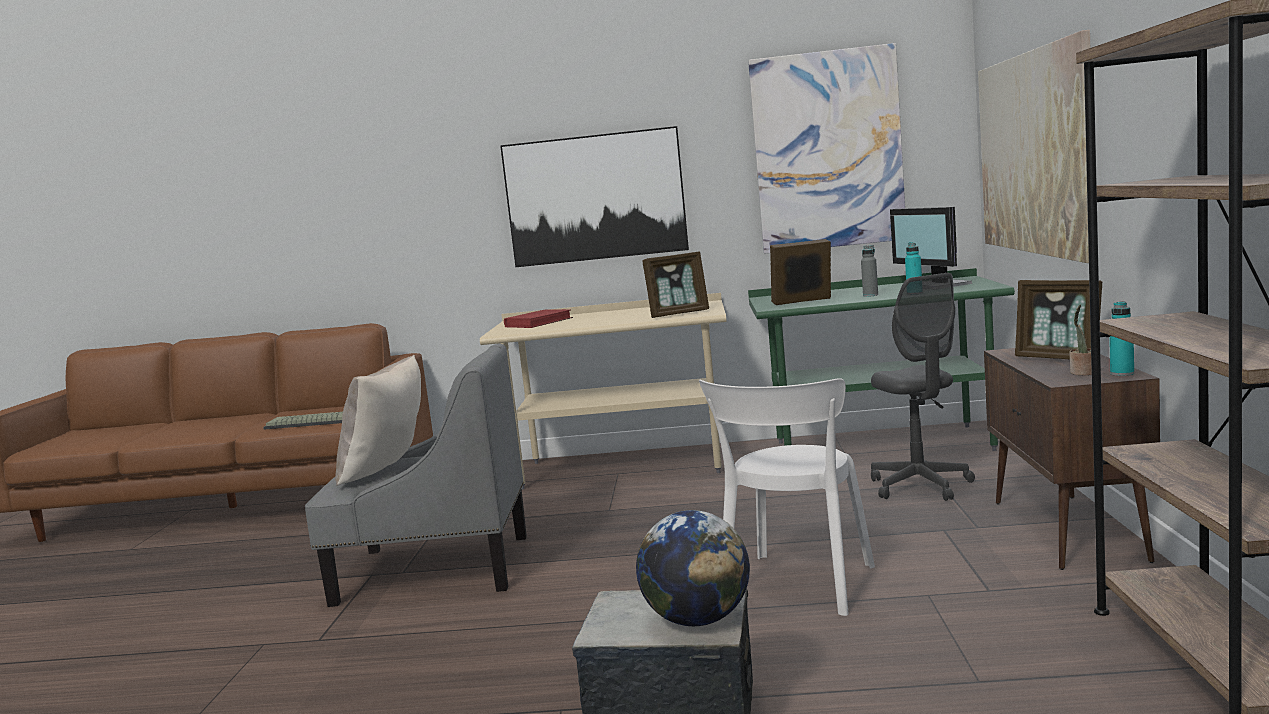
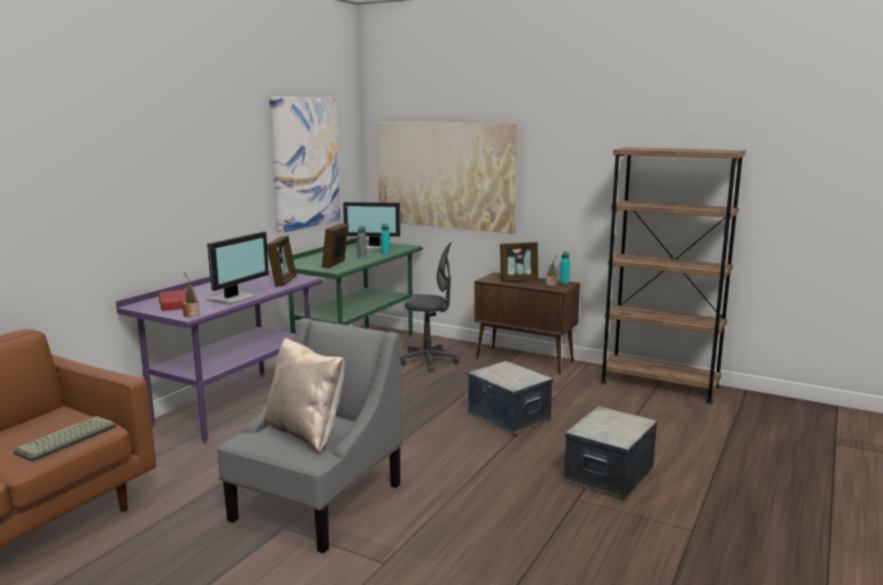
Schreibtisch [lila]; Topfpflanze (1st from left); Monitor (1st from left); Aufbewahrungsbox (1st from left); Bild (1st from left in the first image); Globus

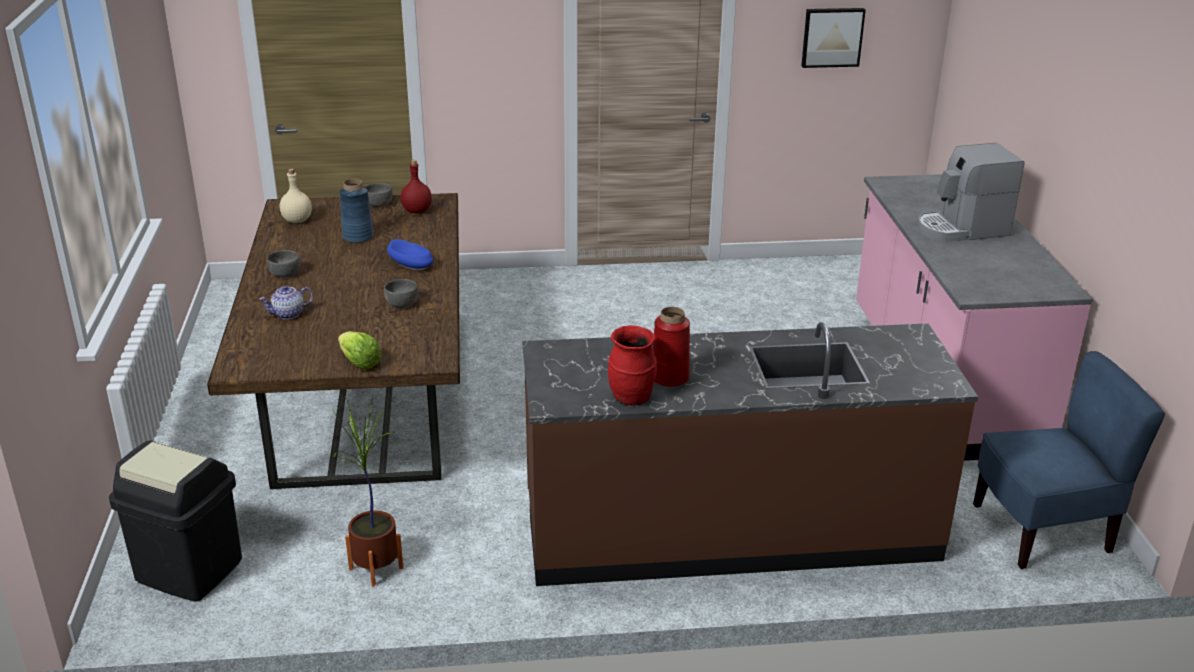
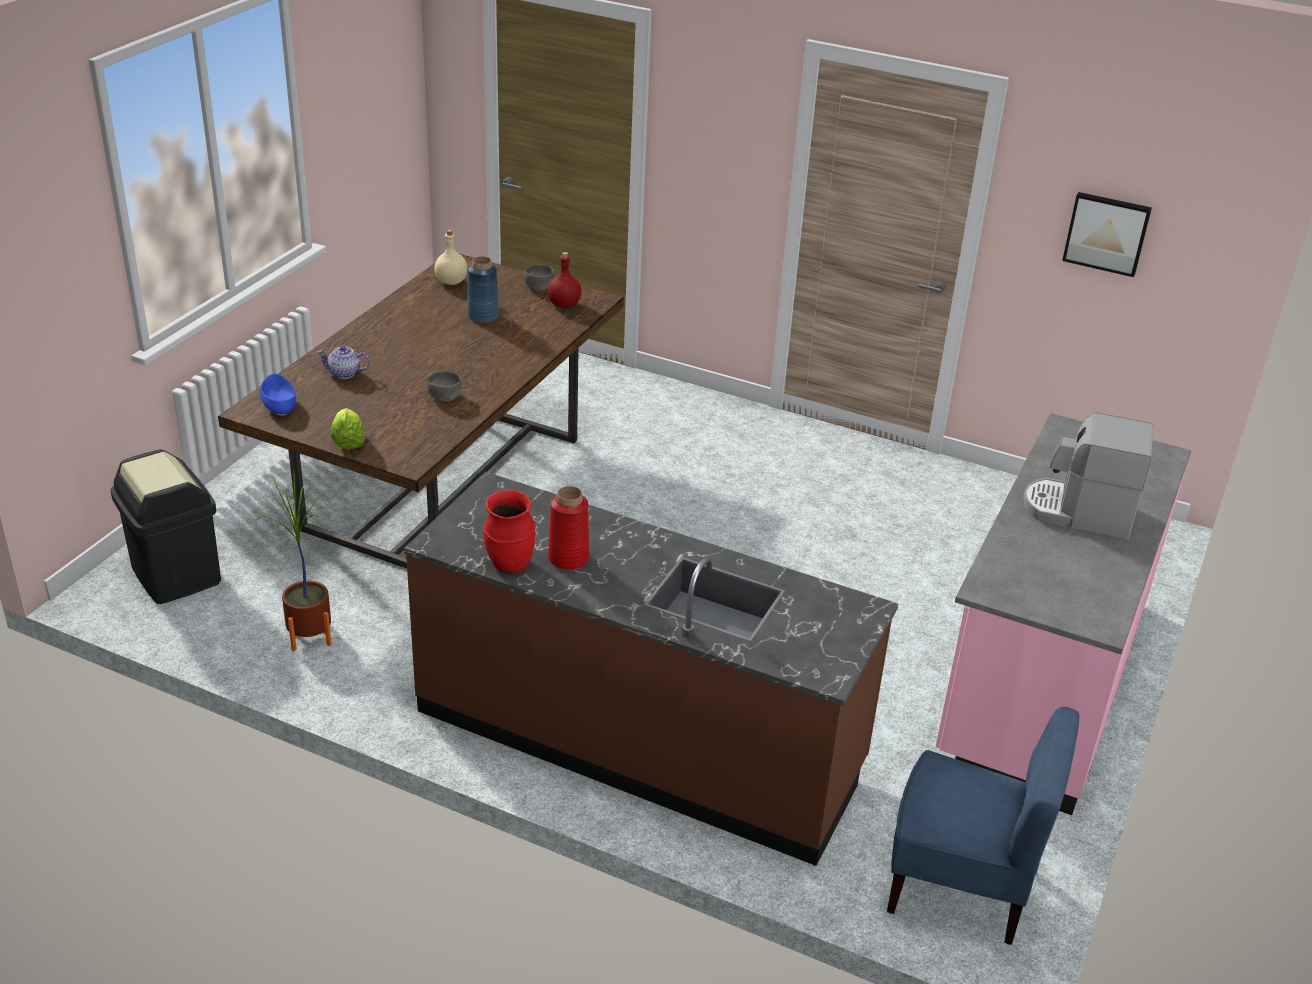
Schüssel [blau]; Schüssel [grau] (1st from left in the first image)

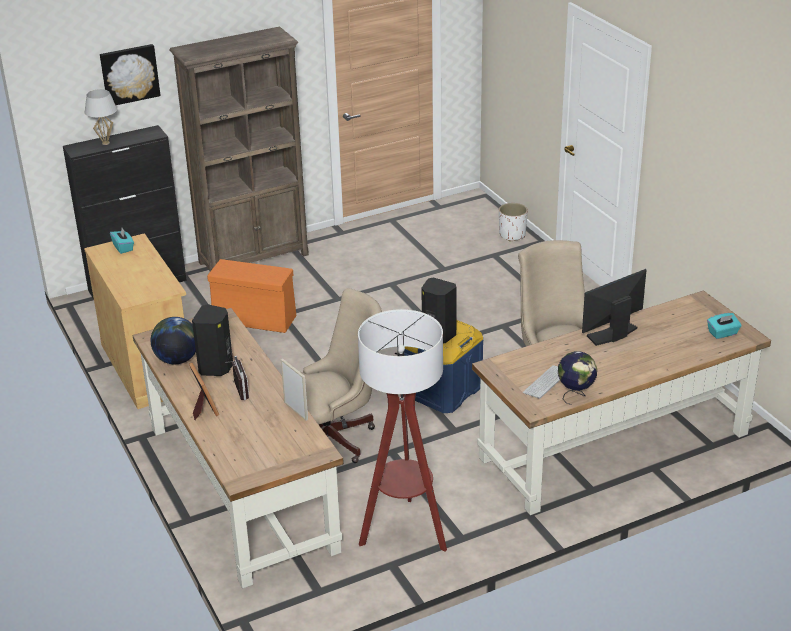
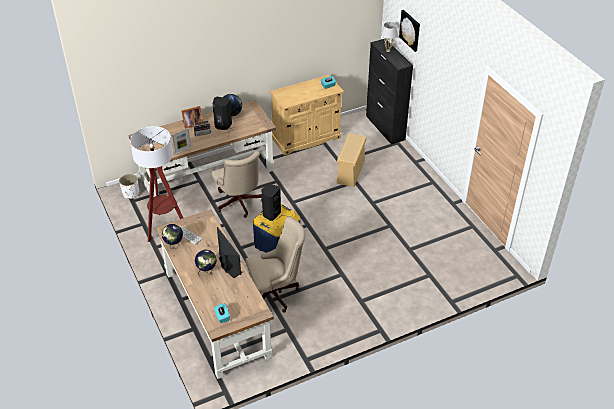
Pflanzkübel [weiß]; Globus (2nd from left); Aufbewahrungsbox [beige]; Bücherregal [braun]

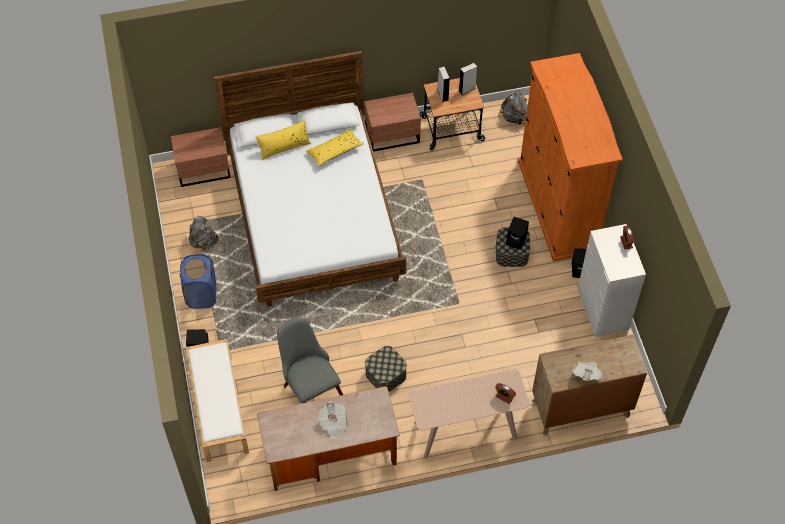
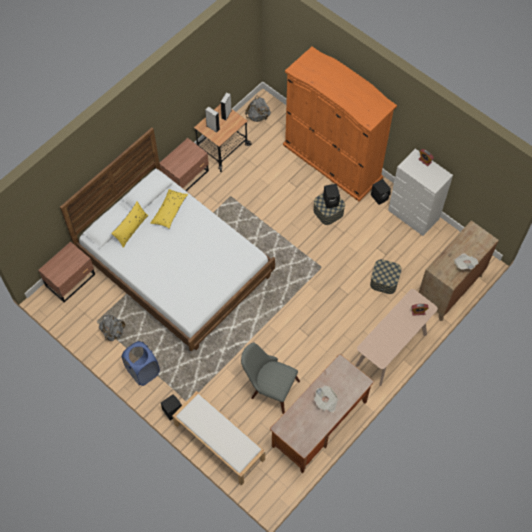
Aufbewahrungsbox (2nd from left)

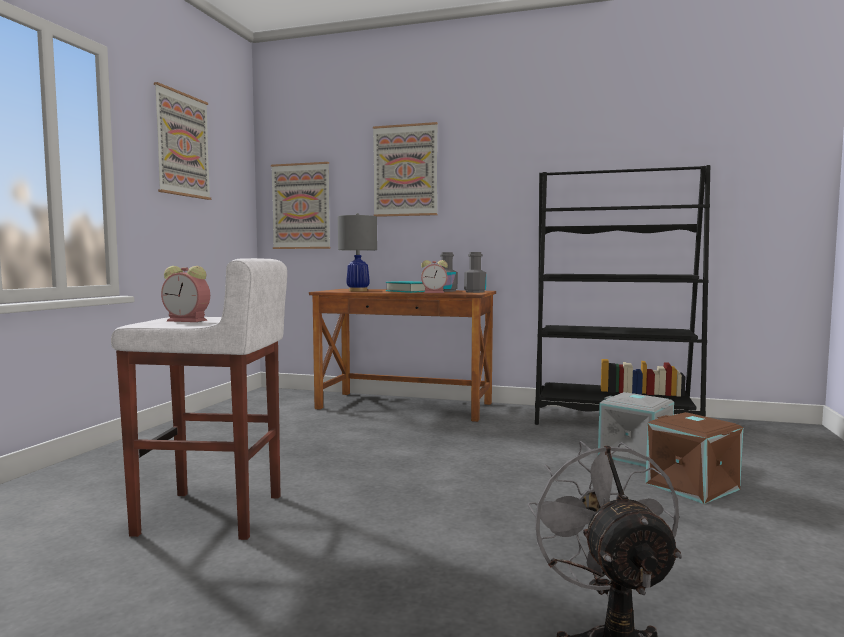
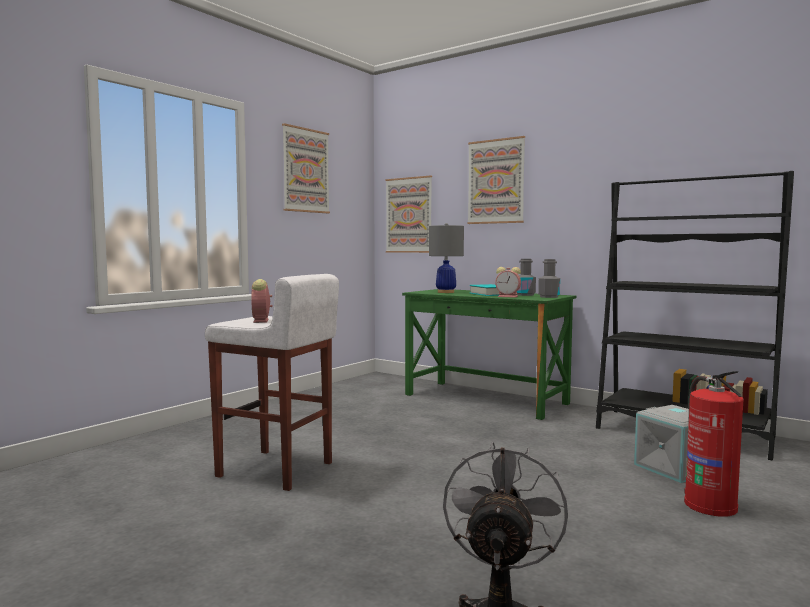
Wecker (1st from left); Schreibtisch [grün]; Feuerlöscher

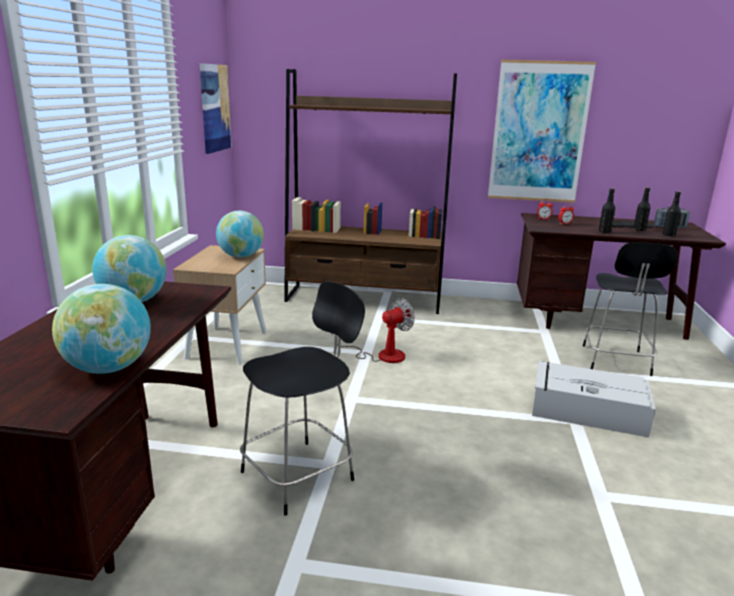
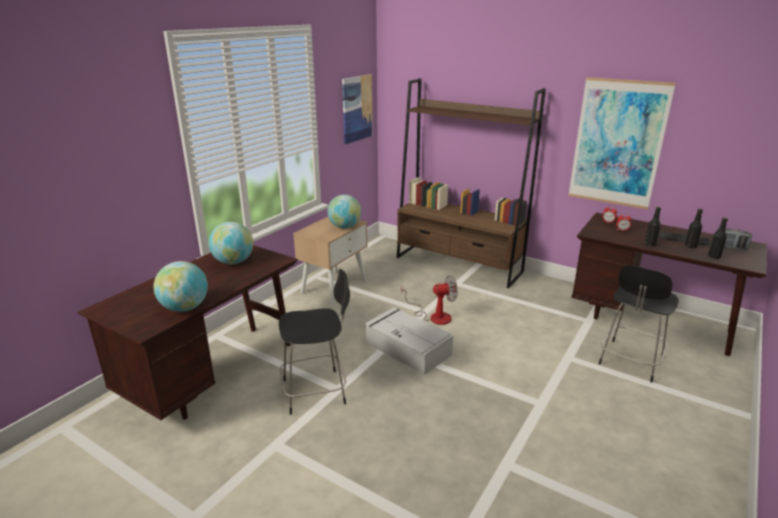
Aufbewahrungsbox [grau]

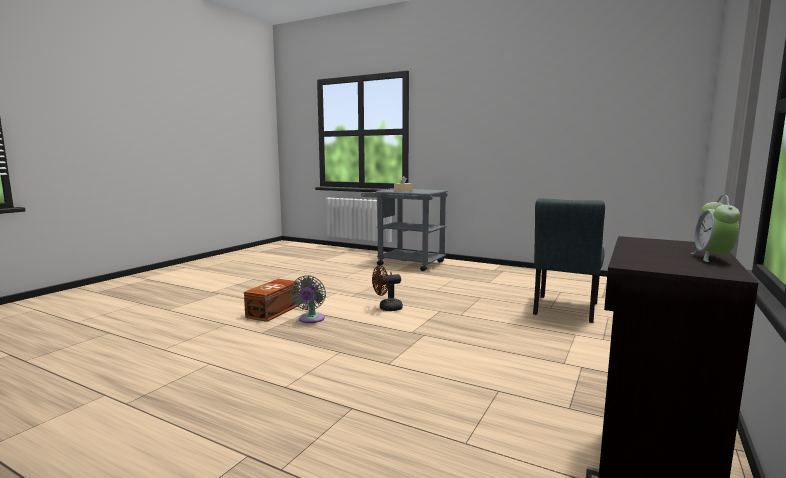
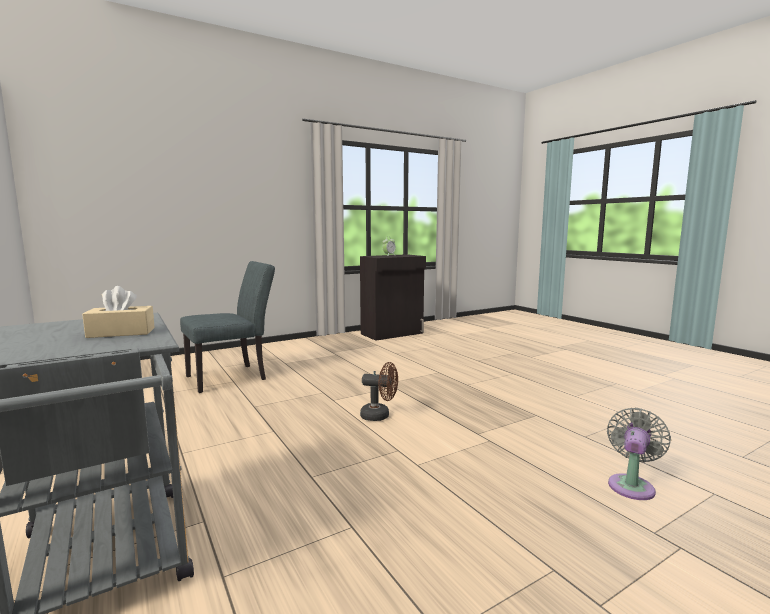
Ventilator [grau]; Aufbewahrungsbox [braun]

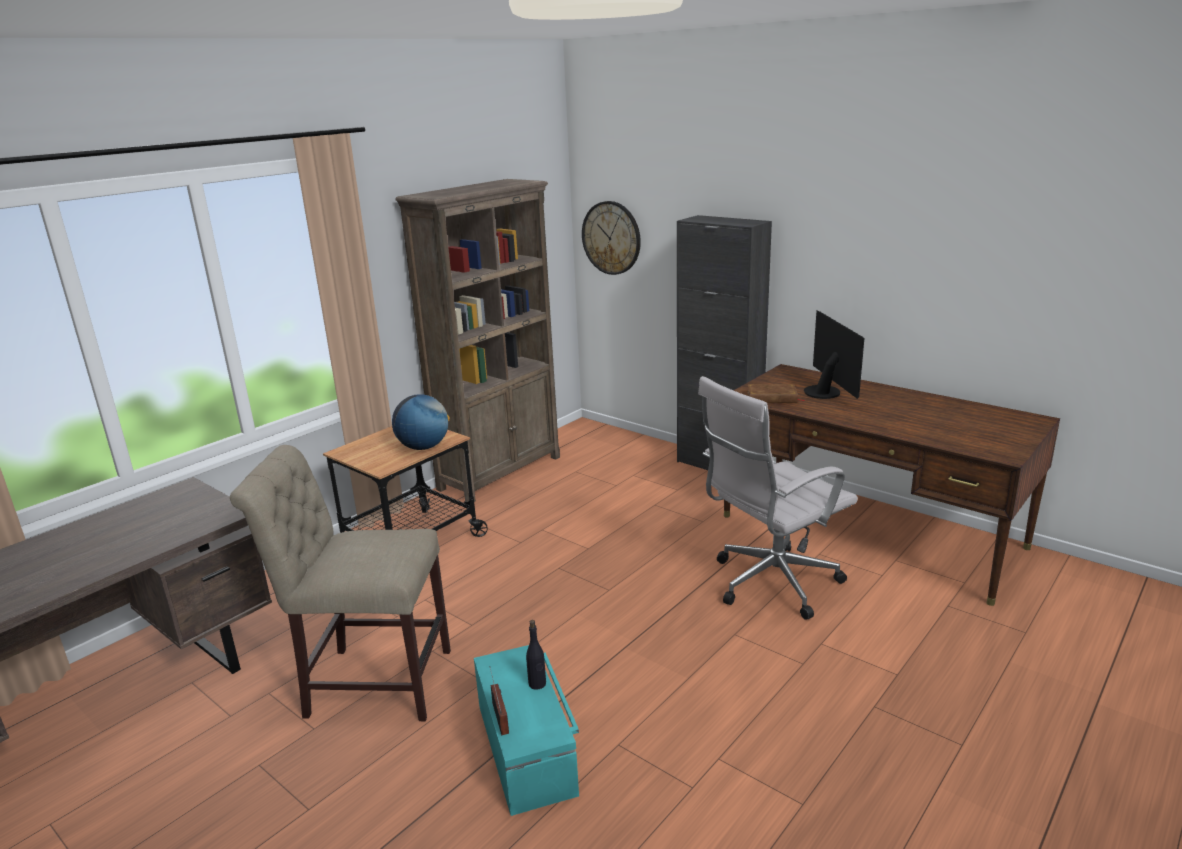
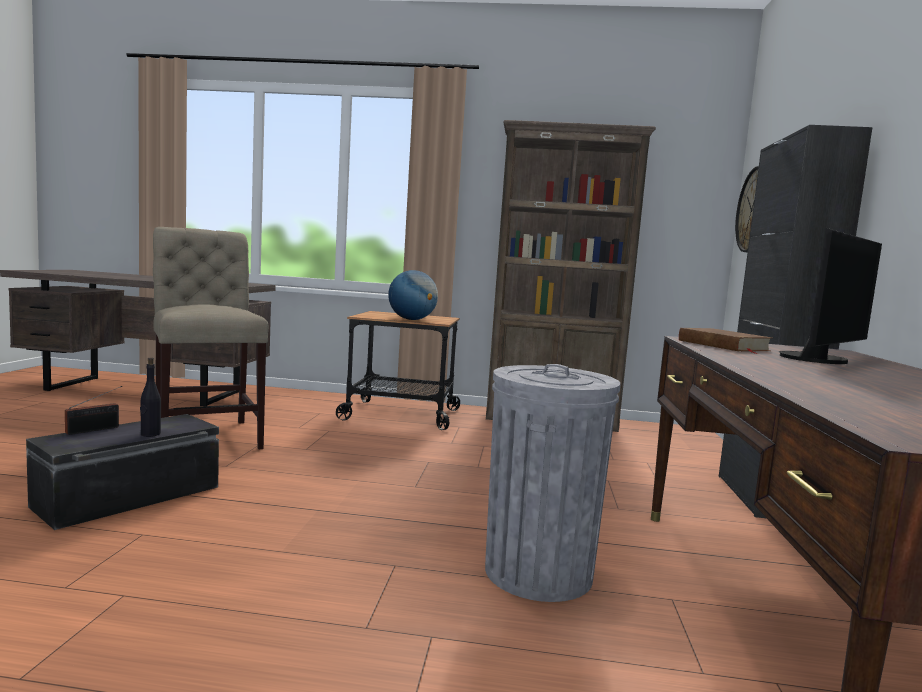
Aufbewahrungsbox [schwarz]; Mülleimer [grau]

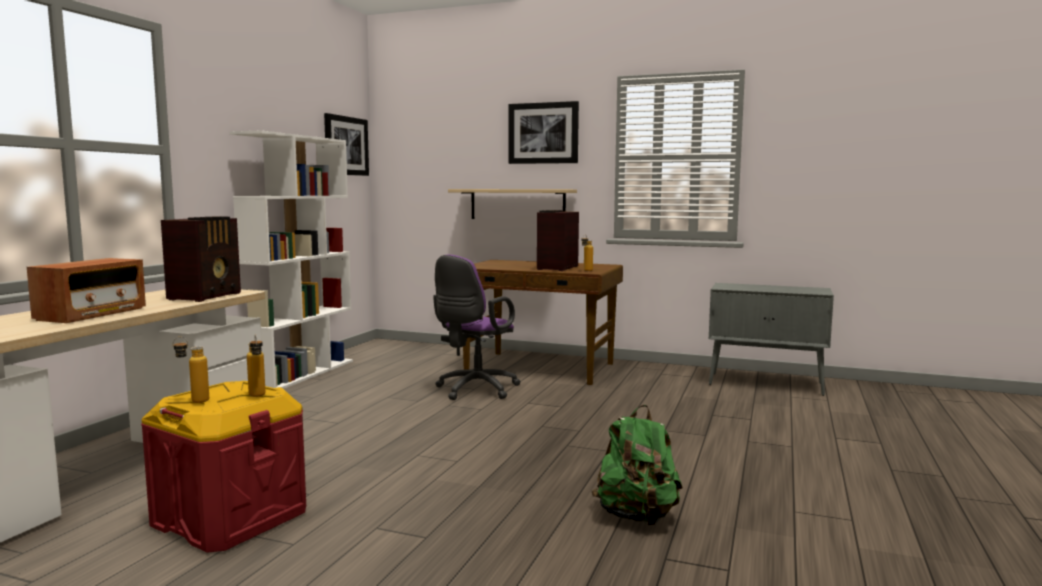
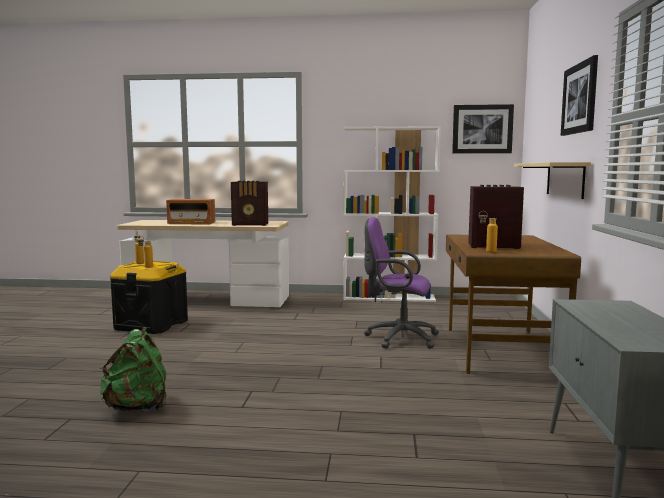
Aufbewahrungsbox [schwarz]

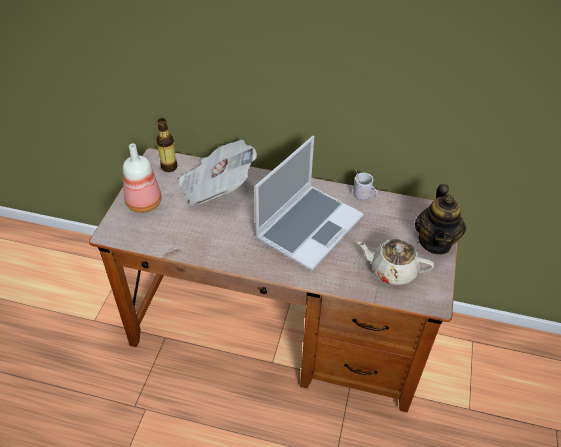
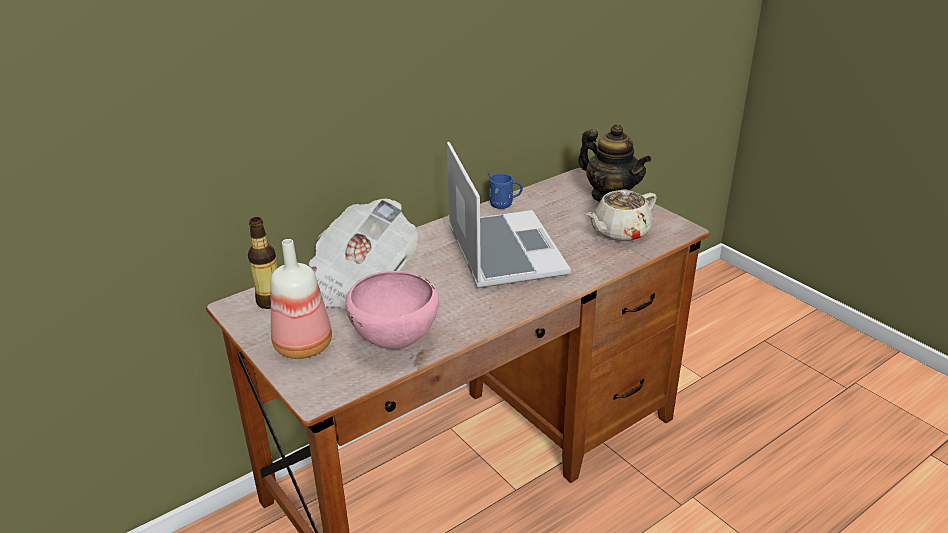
Schüssel [rosa]; Henkelbecher [blau]

